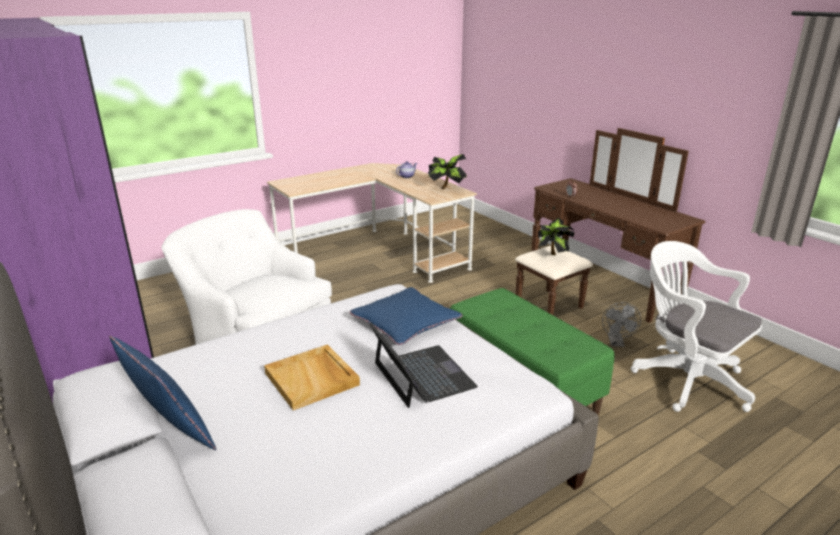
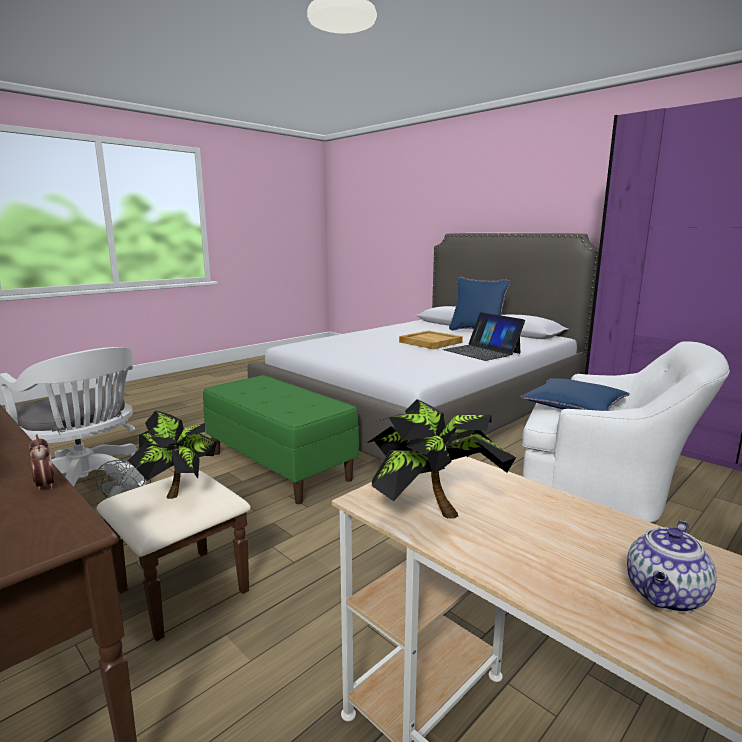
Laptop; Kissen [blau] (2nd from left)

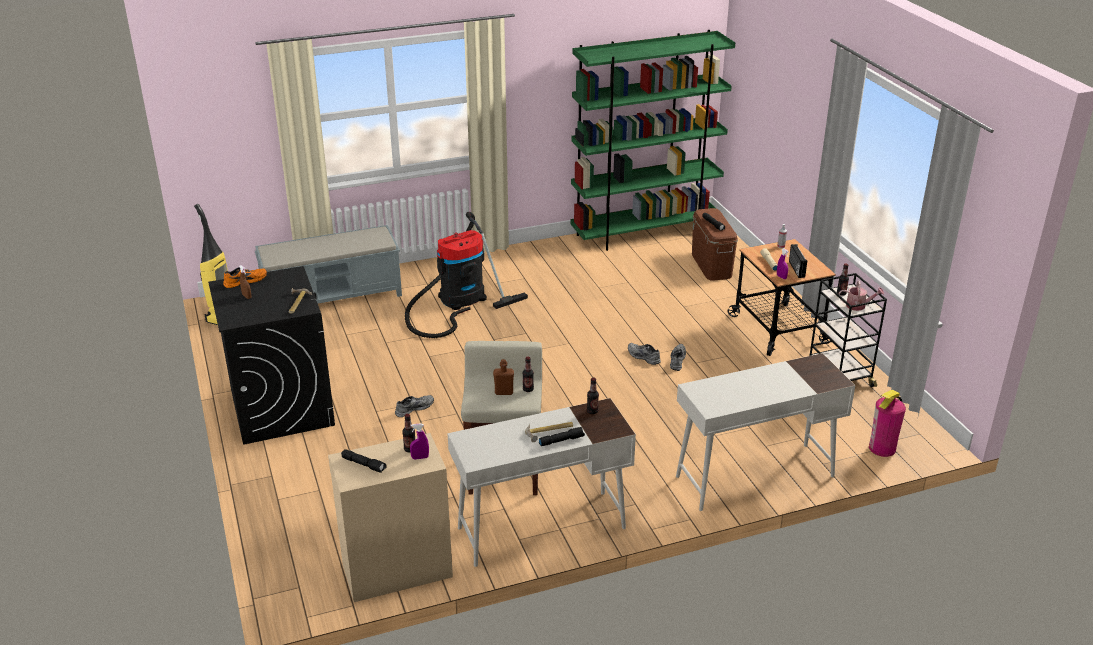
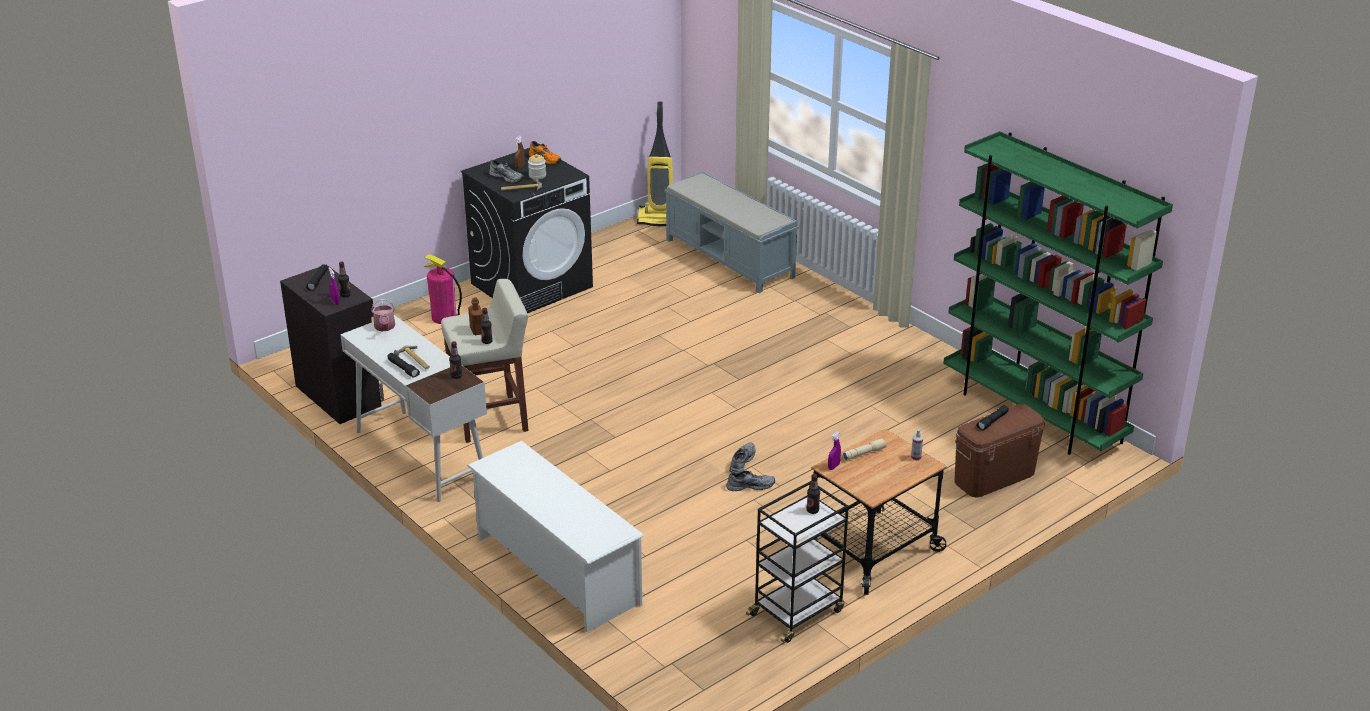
Schrank [schwarz]; Gießkanne; Feuerlöscher; Schuhregal [weiß]; Schuh [grau] (1st from left); Vorratsglas; Staubsauger (2nd from left in the first image); Radio

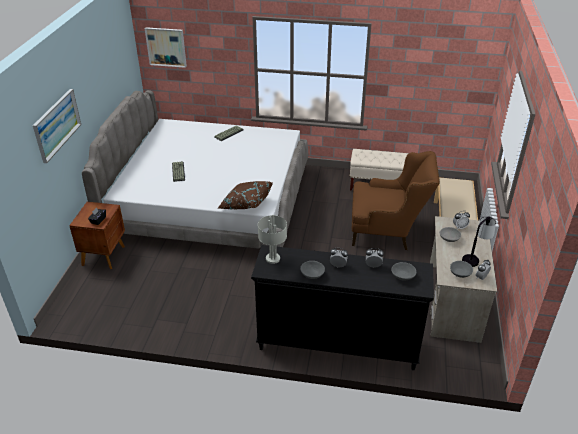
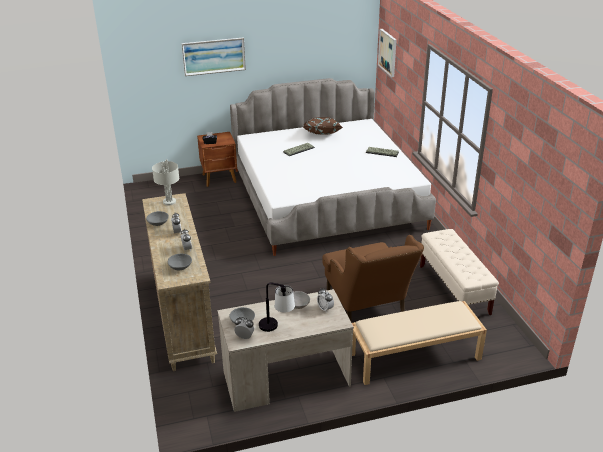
Kommode [beige]; Kissen [braun]

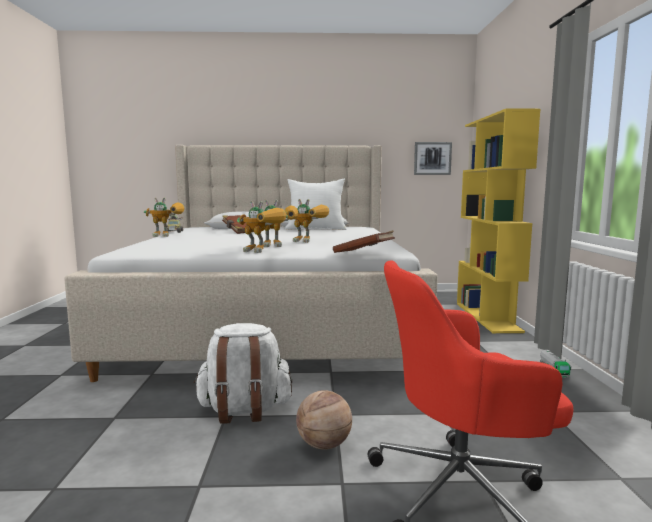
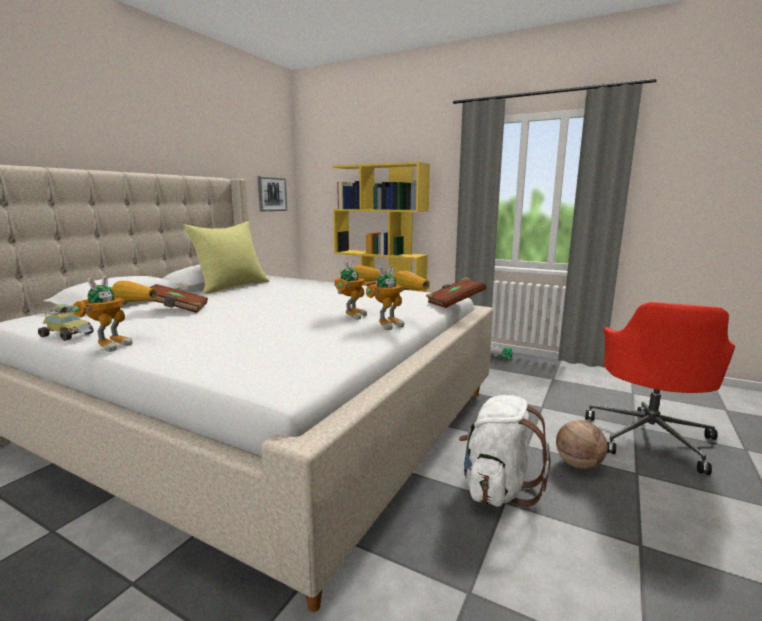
Kissen [gelb]; Spielzeugroboter (4th from left in the first image)

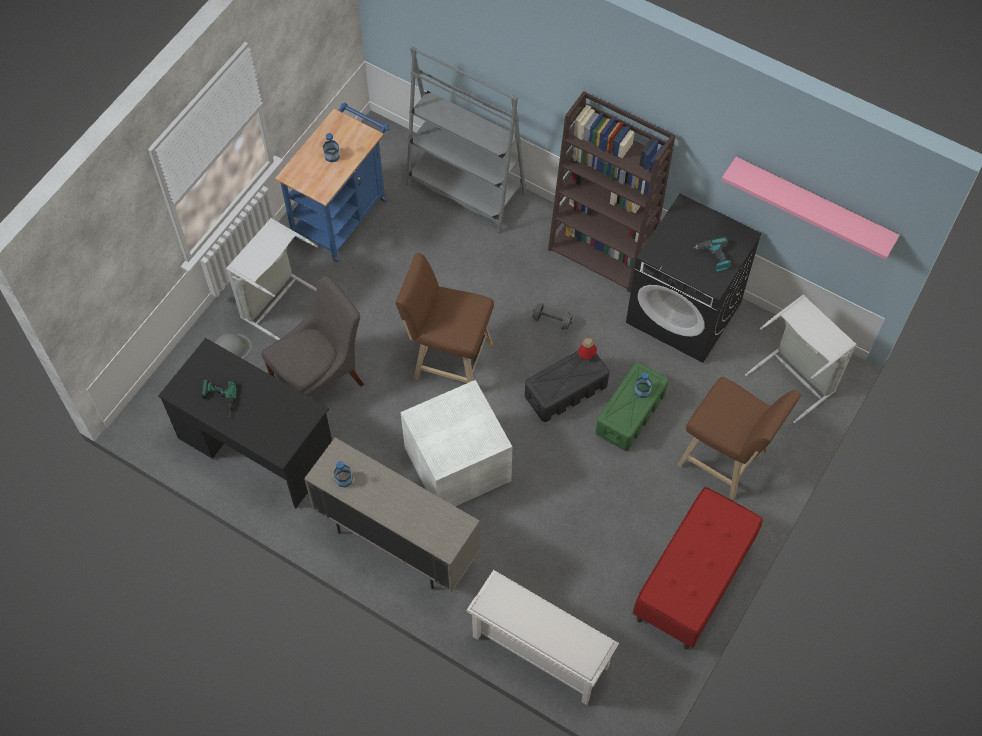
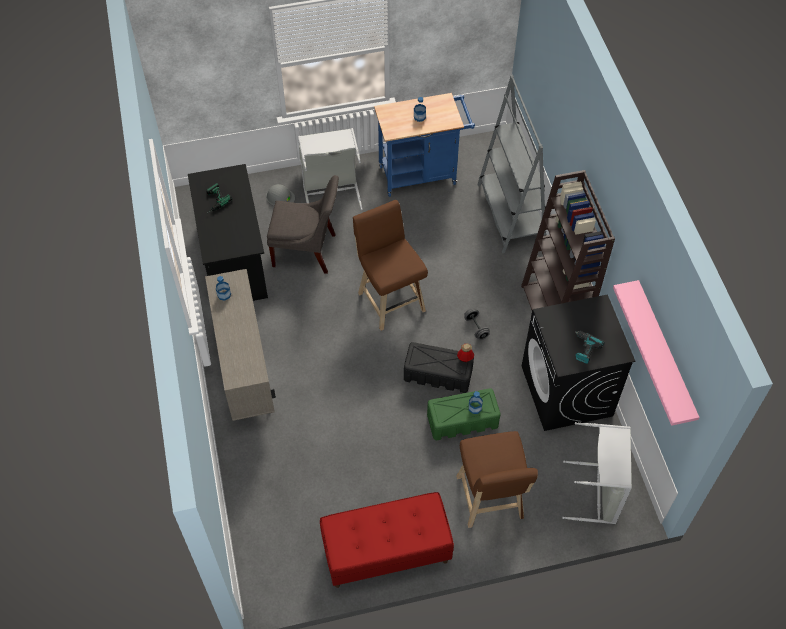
Aufbewahrungsbox [weiß]; Schuhregal [weiß]

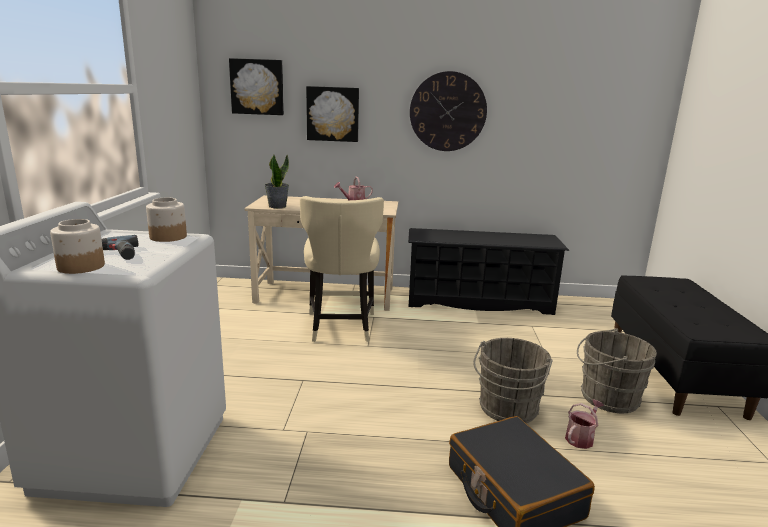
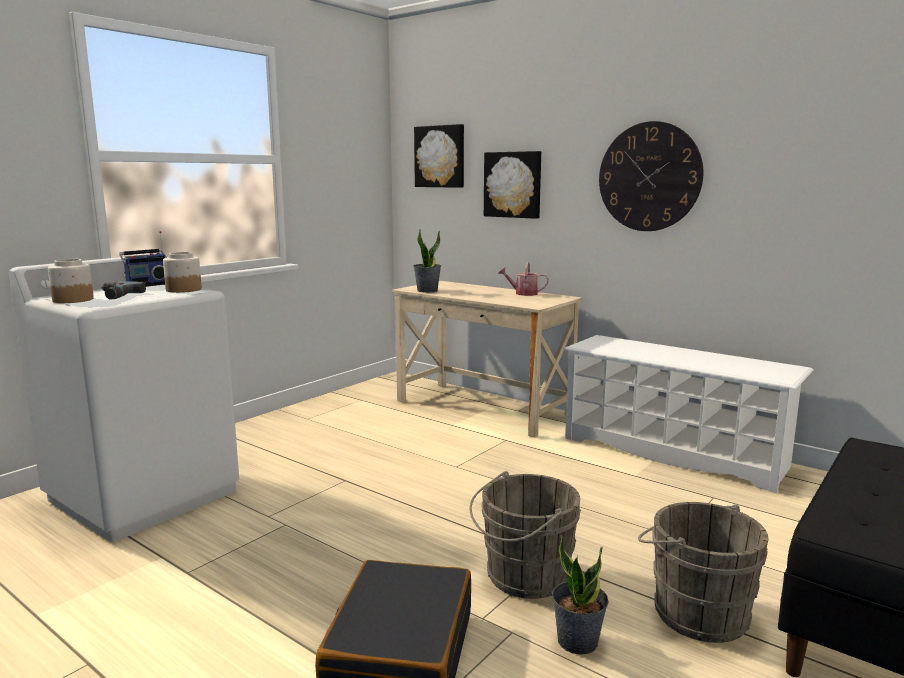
Radio; Topfpflanze (2nd from left); Schuhregal [weiß]; Stuhl [beige]

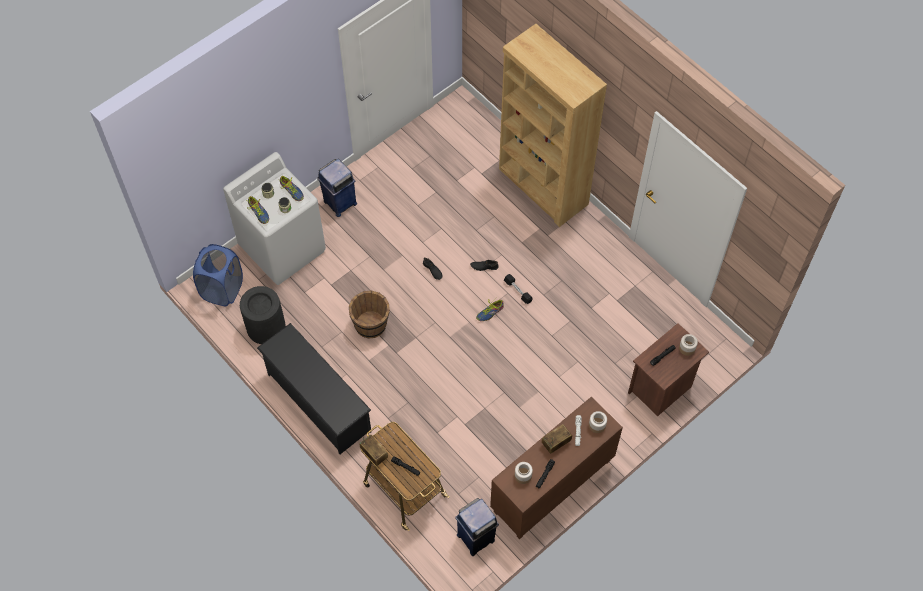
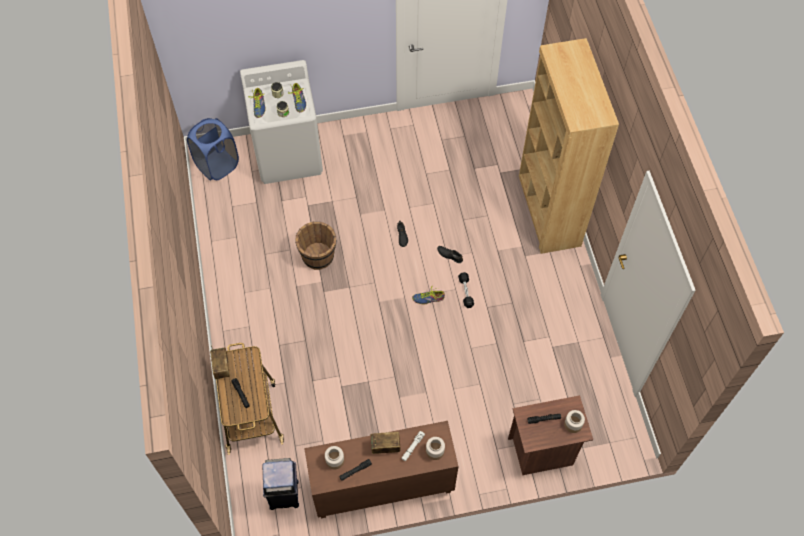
Mülleimer [schwarz]; Schuhregal [schwarz]; Mülleimer [blau] (1st from left in the first image)

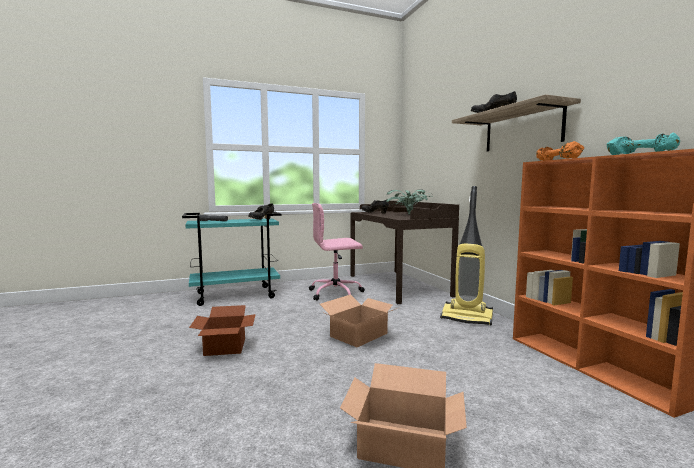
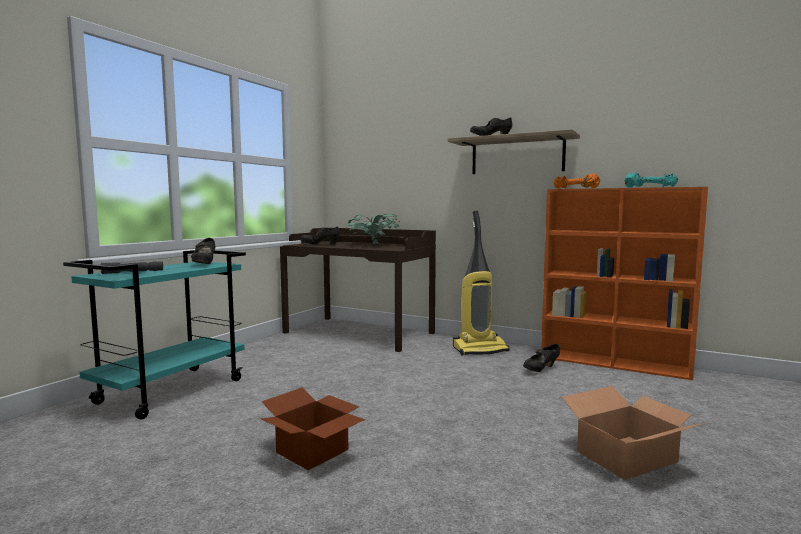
Schuh [schwarz] (4th from left); Bürostuhl [rosa]; Karton (2nd from left in the first image)

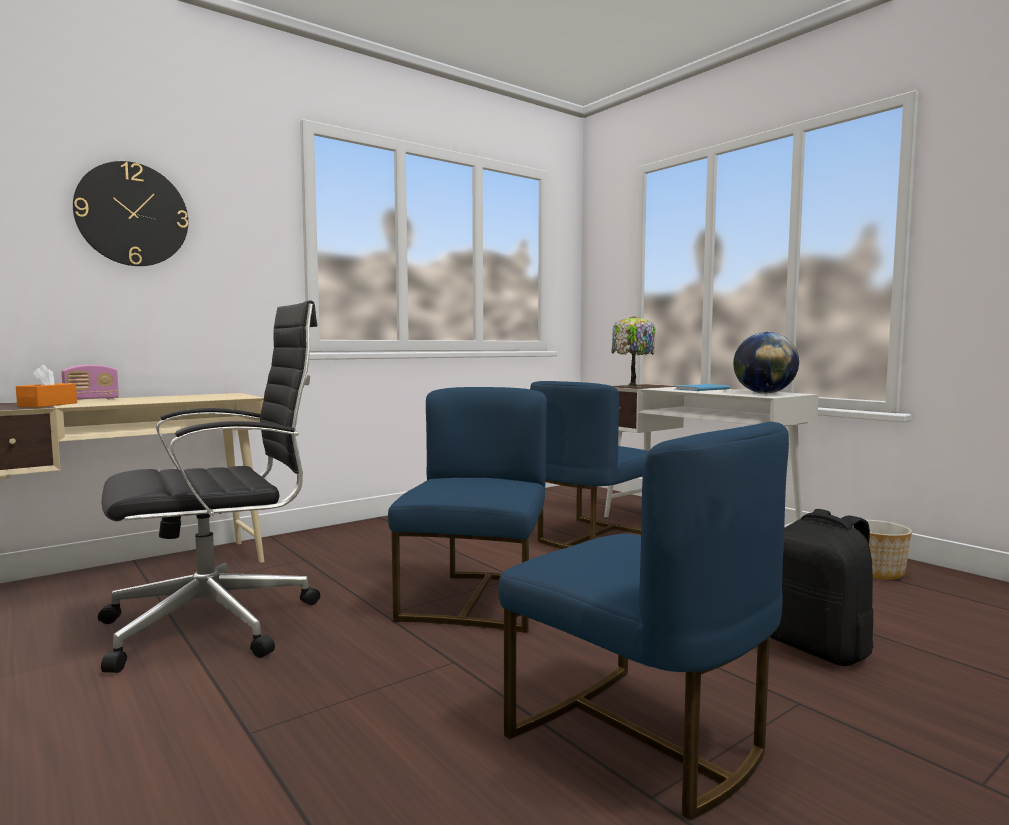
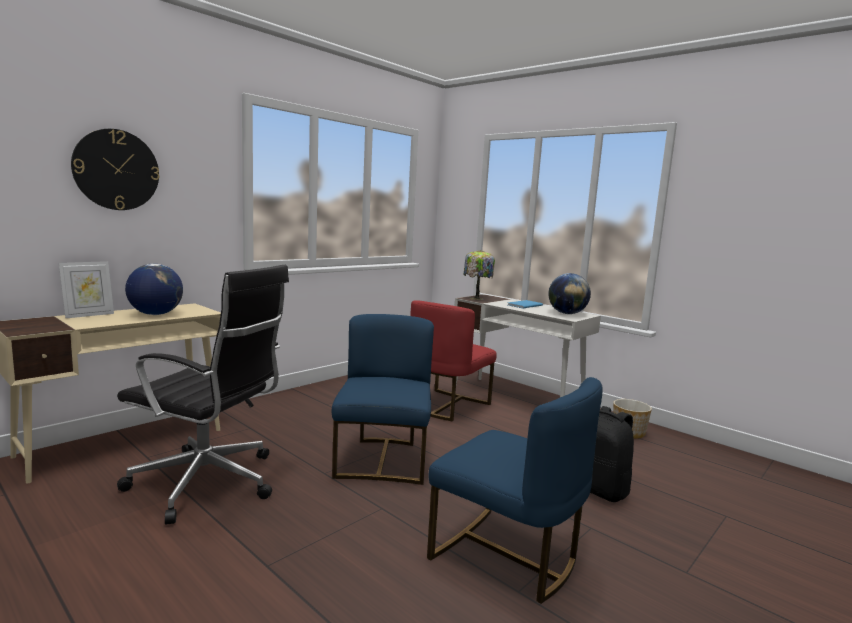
Bilderrahmen; Bürostuhl [schwarz]; Globus (1st from left); Stuhl [rot]; Taschentuchbox [orange]

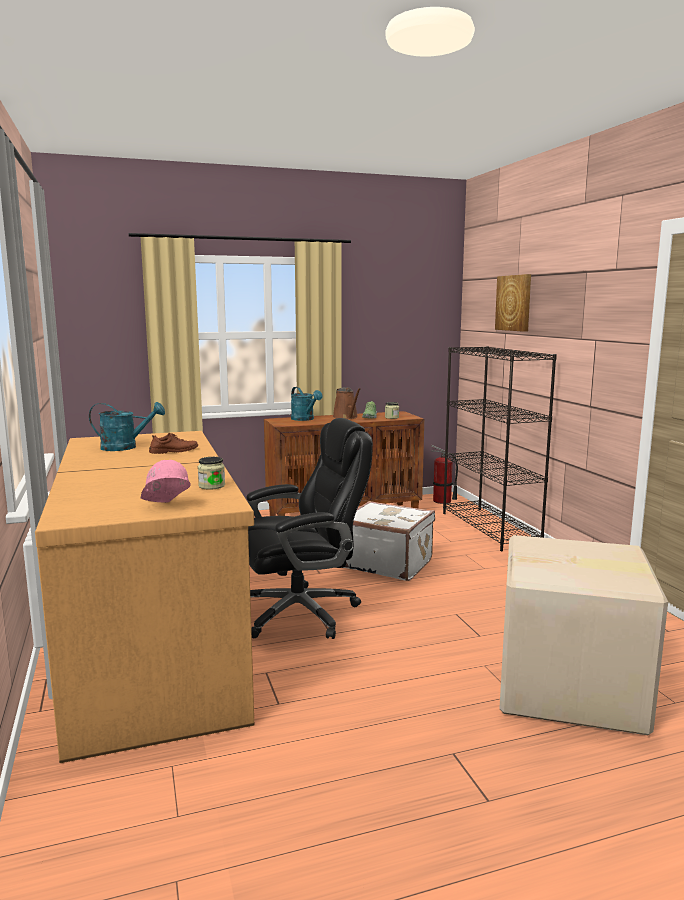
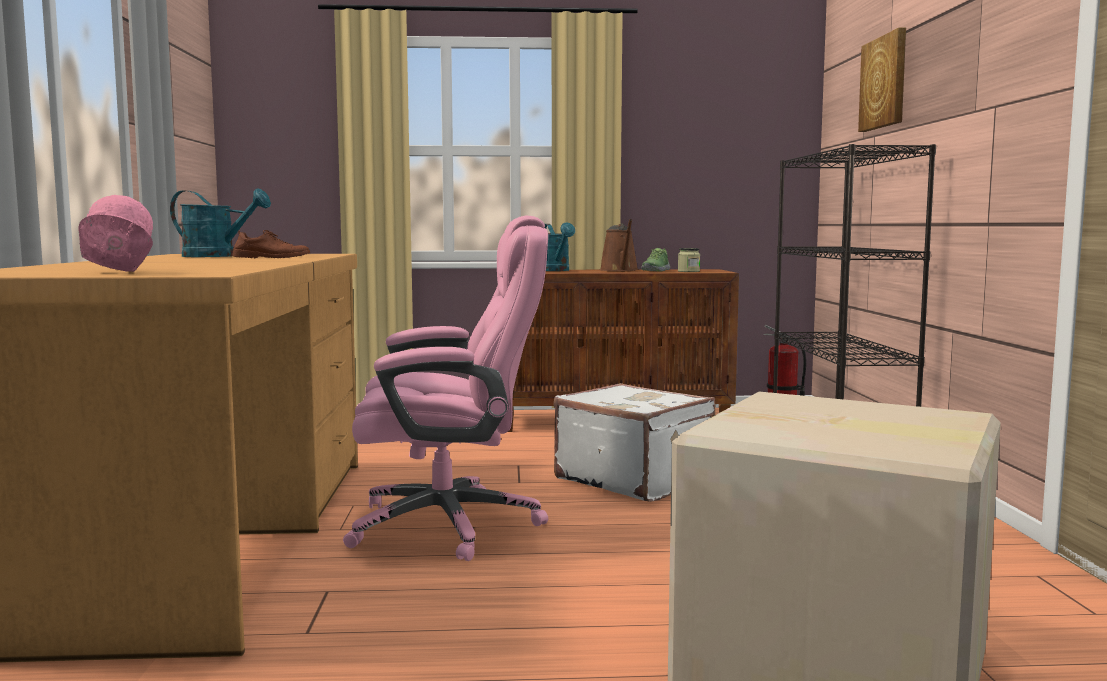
Bürostuhl [rosa]; Vorratsglas (1st from left in the first image)

